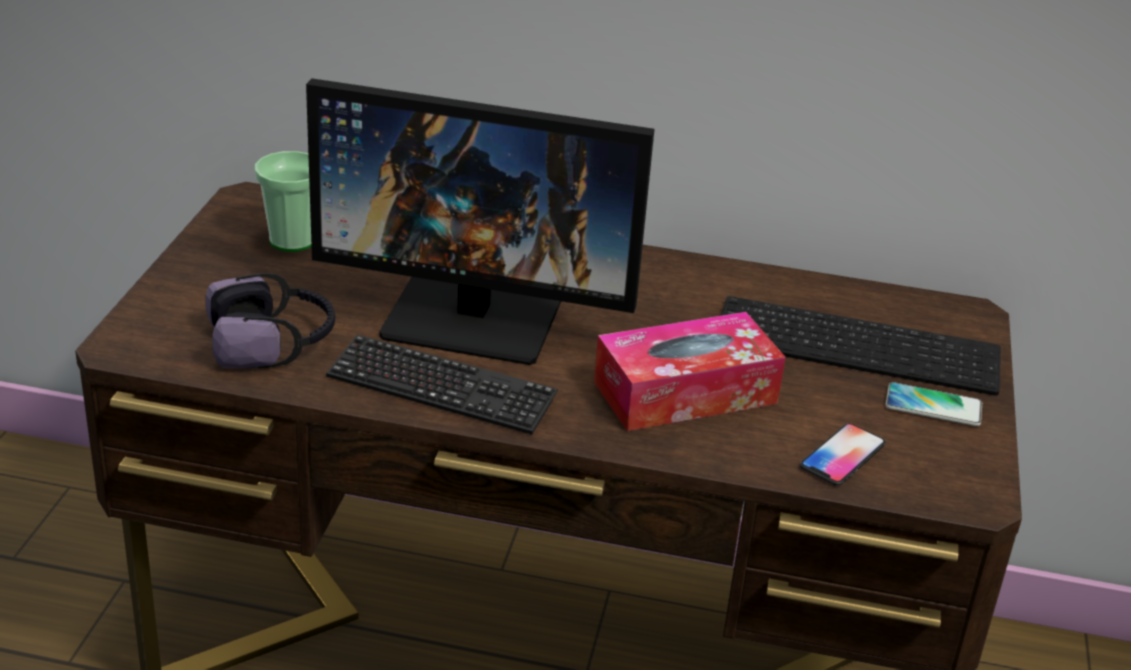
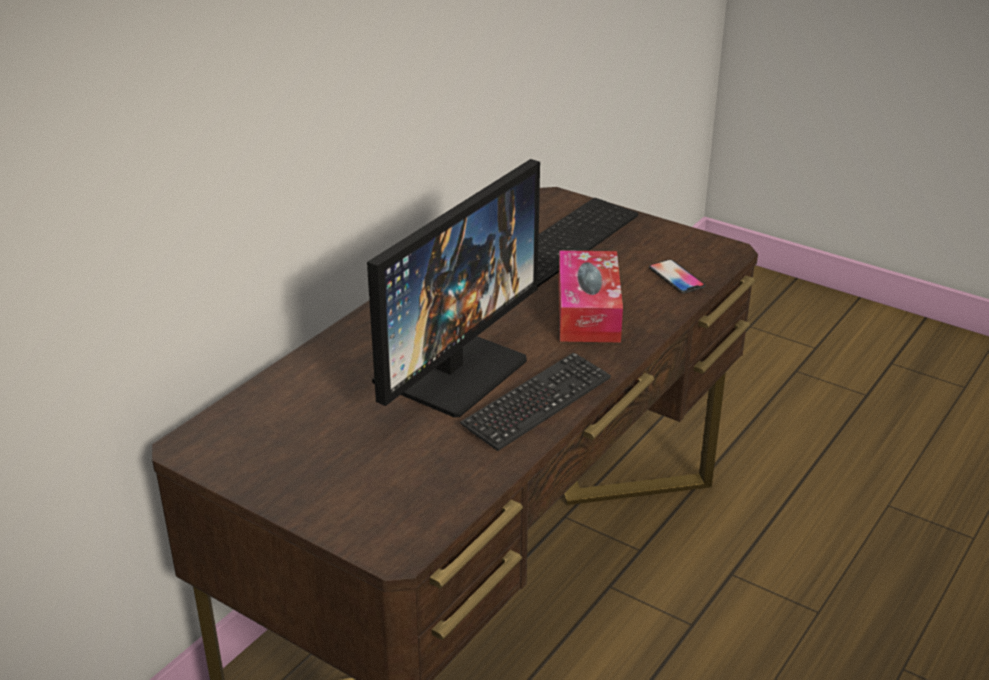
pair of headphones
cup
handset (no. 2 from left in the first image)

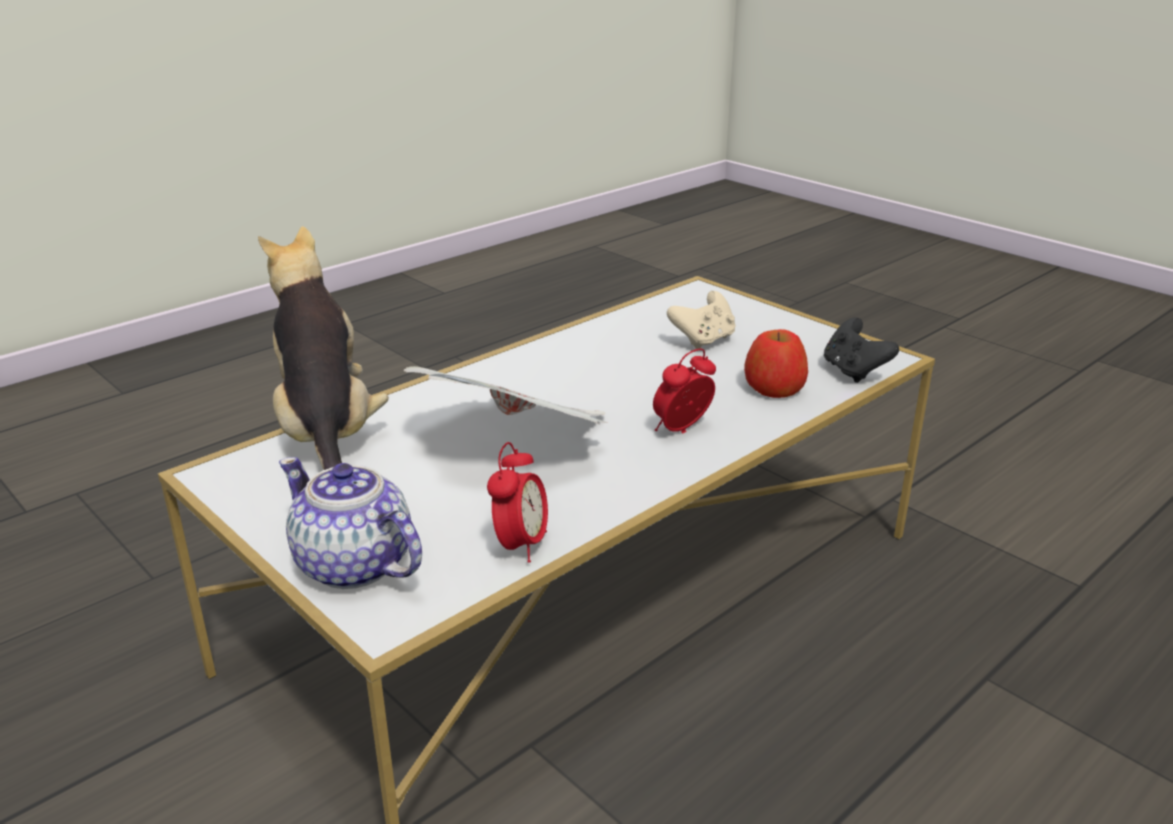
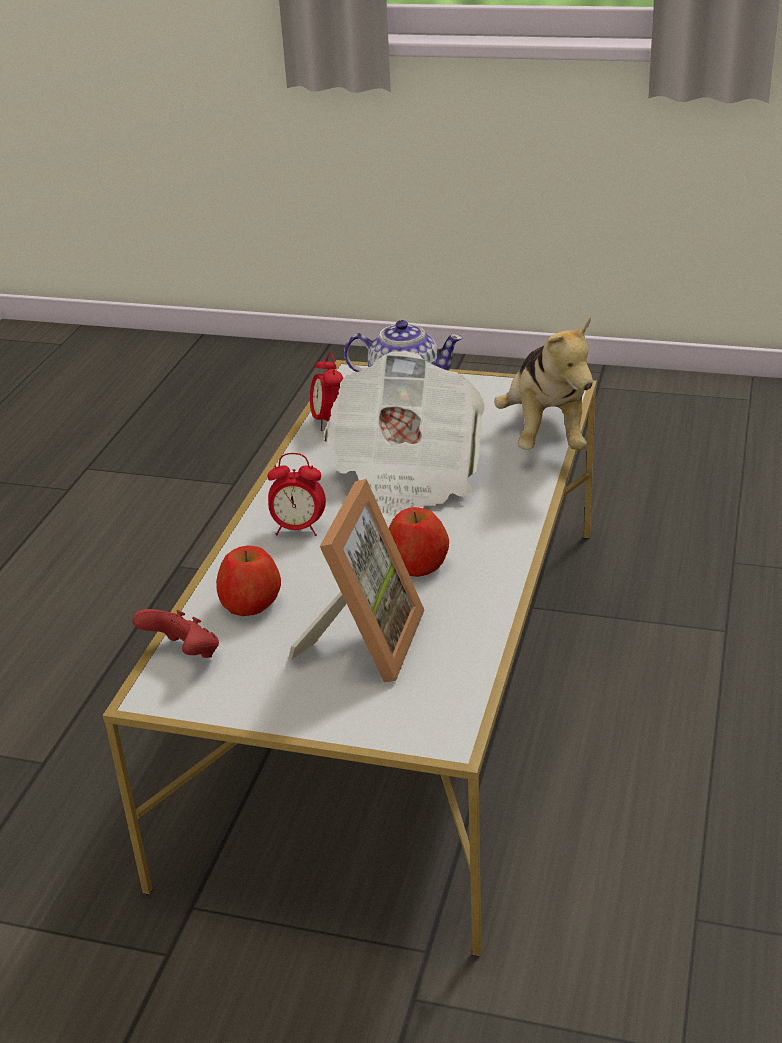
apple (no. 2 from left)
photo frame
red gamepad
soft toy
alarm clock (no. 1 from left)

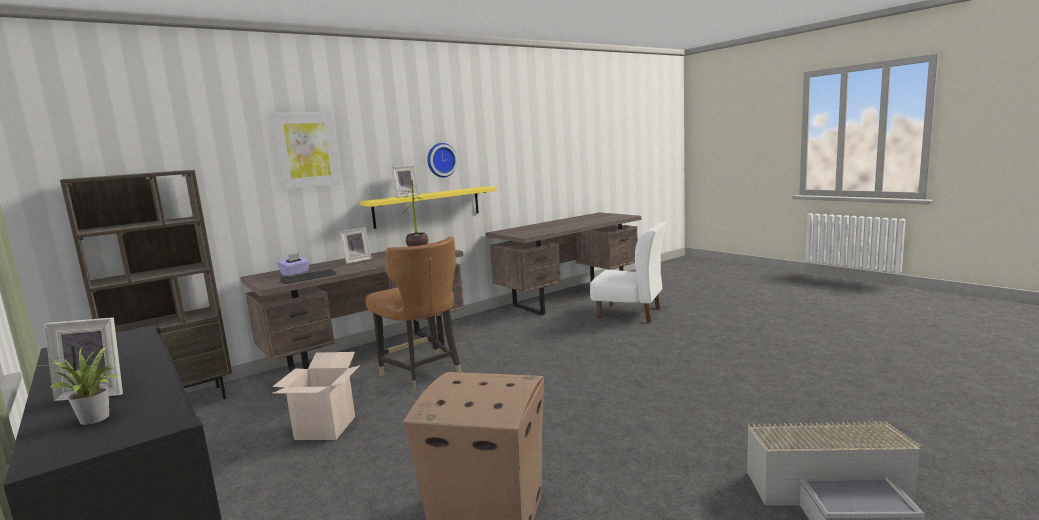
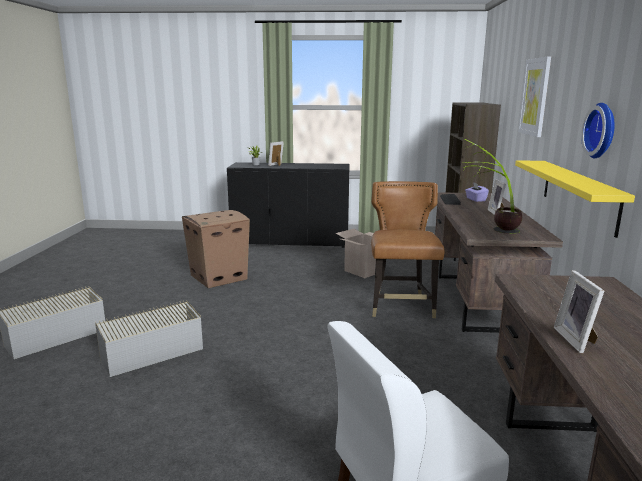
greyish storage container (no. 2 from left)
photo frame (no. 3 from left)
brownish chair

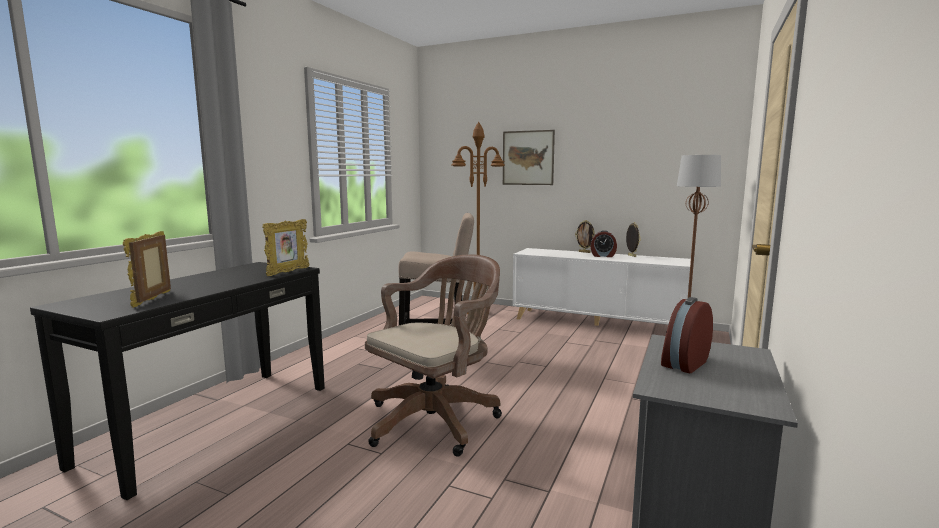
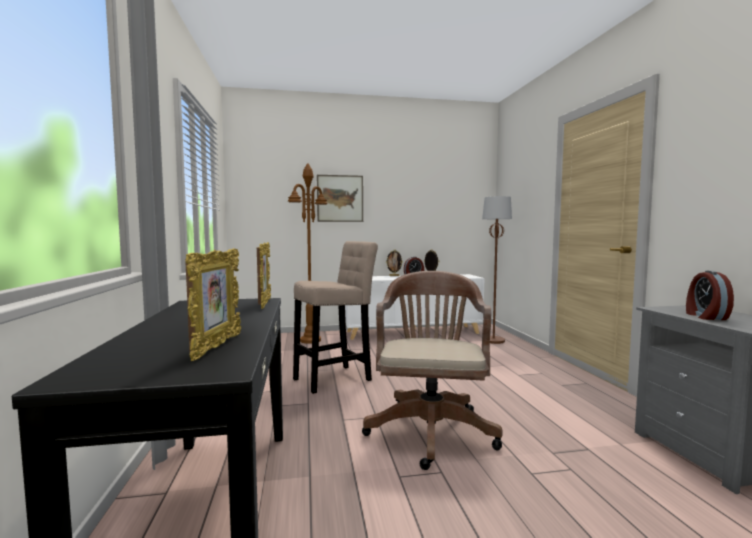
photo frame (no. 1 from left)

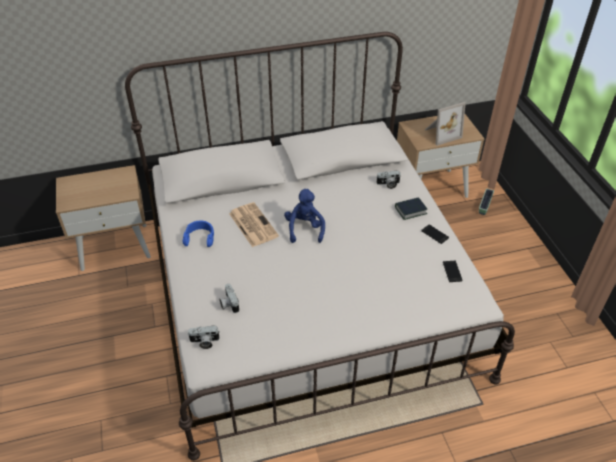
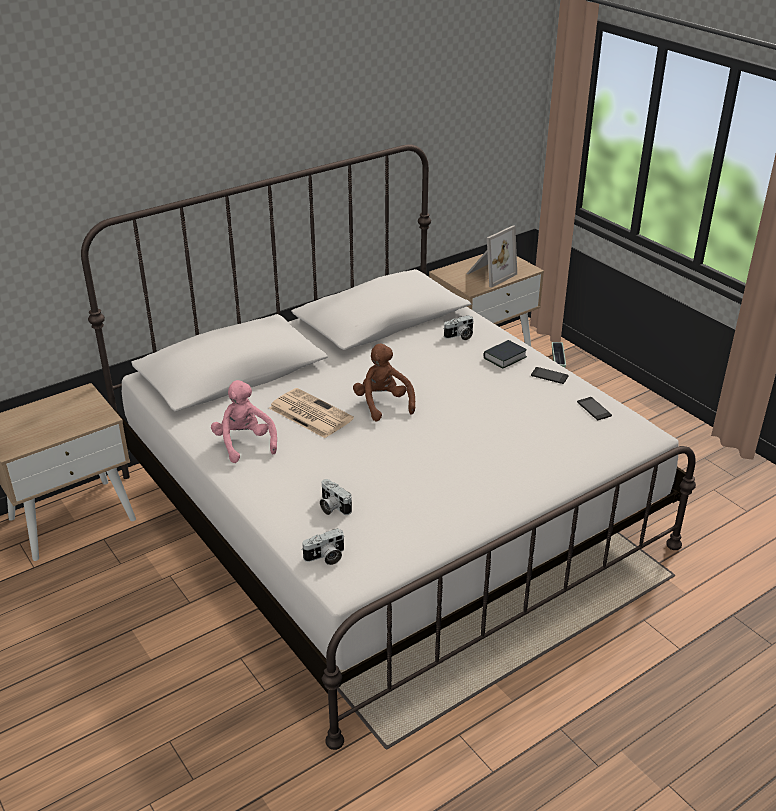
pink soft toy
brownish soft toy

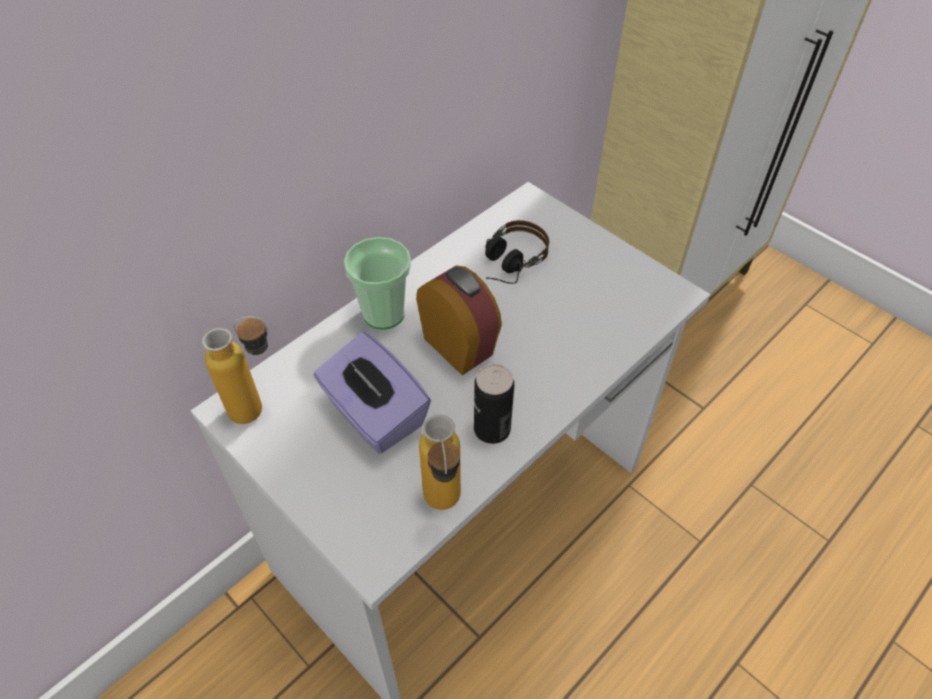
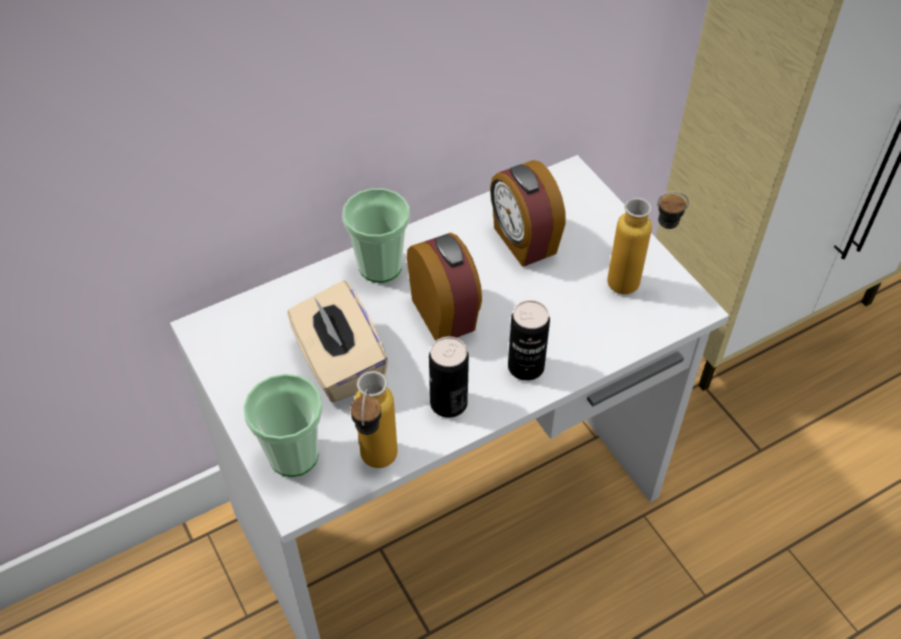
cup (no. 1 from left)
sealed can (no. 2 from left)
beverage bottle (no. 2 from left)
alarm clock (no. 2 from left)
sand-coloured box of tissues

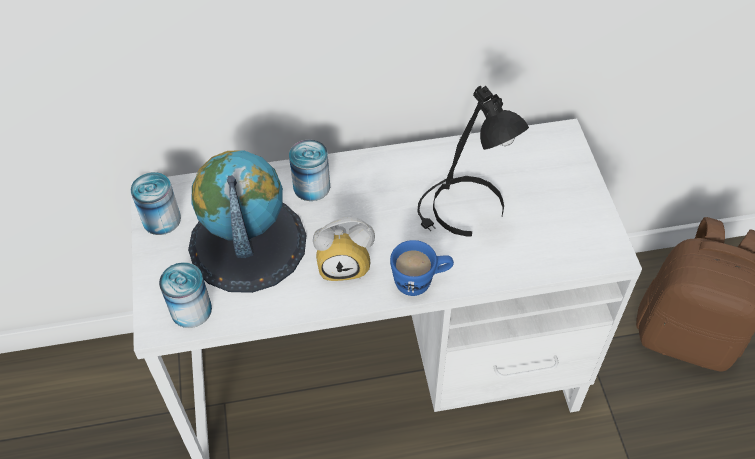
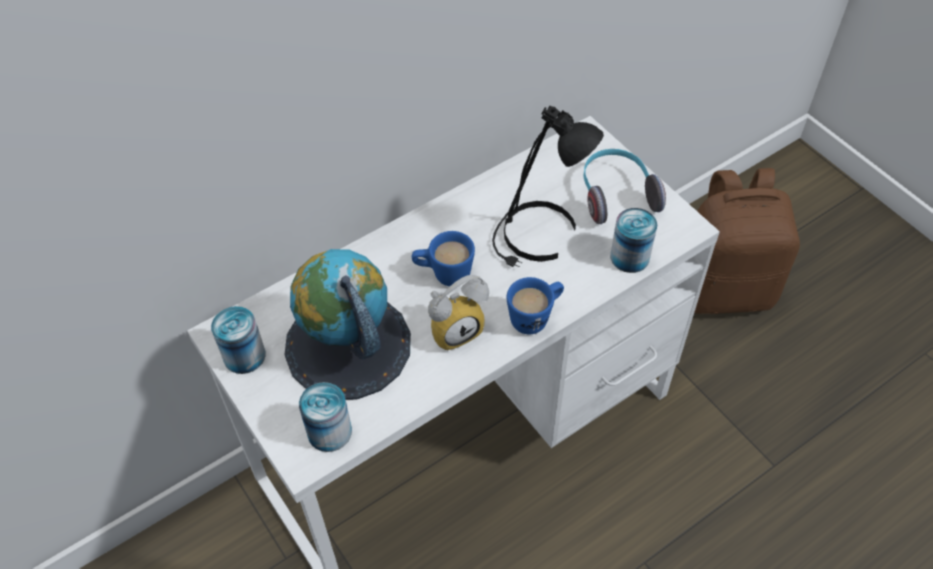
bluish coffee mug (no. 1 from left)
pair of headphones
sealed can (no. 3 from left)

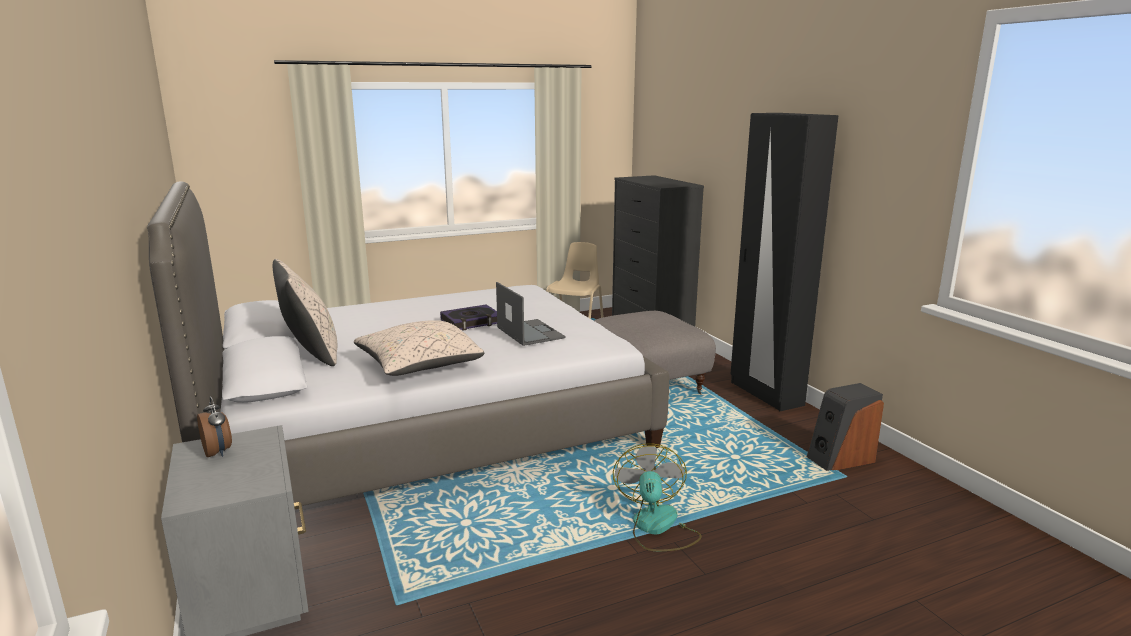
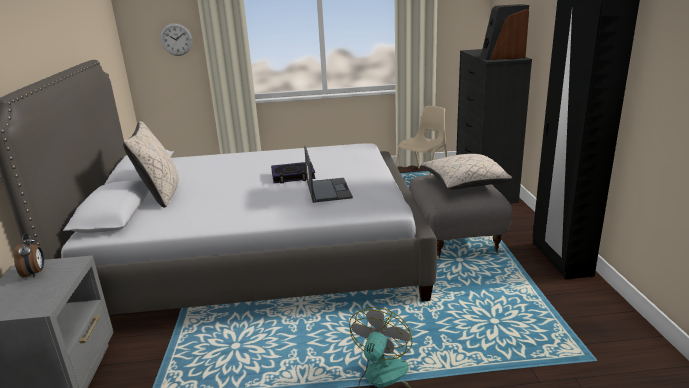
clock on the wall
sand-coloured pillow (no. 2 from left)
loudspeaker

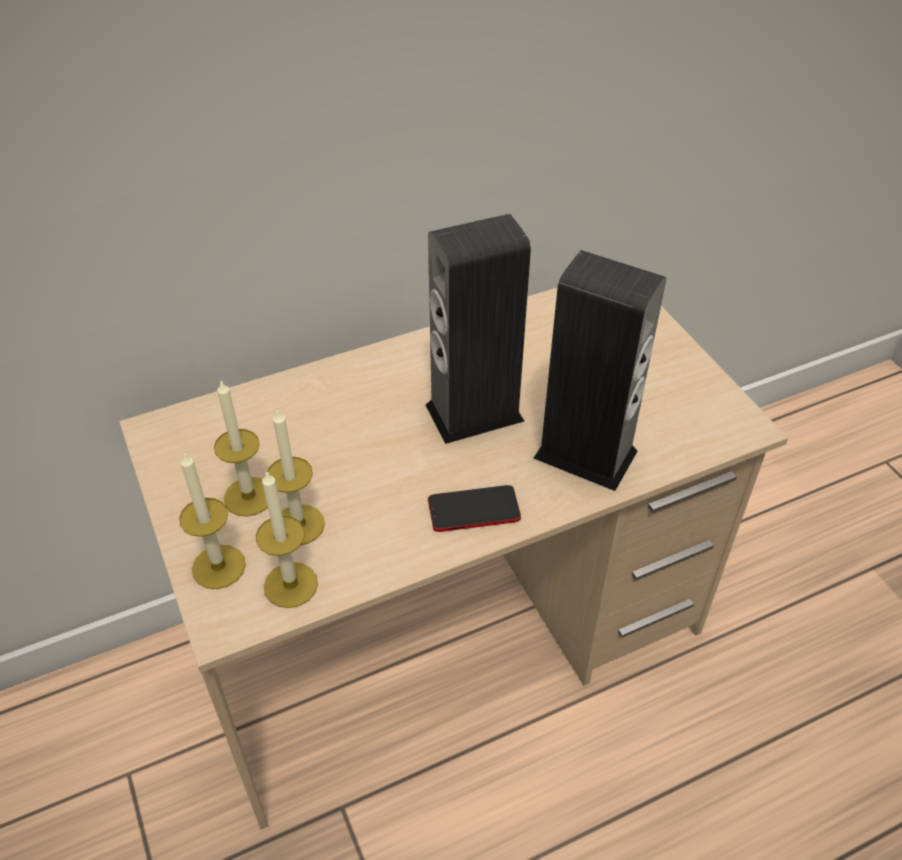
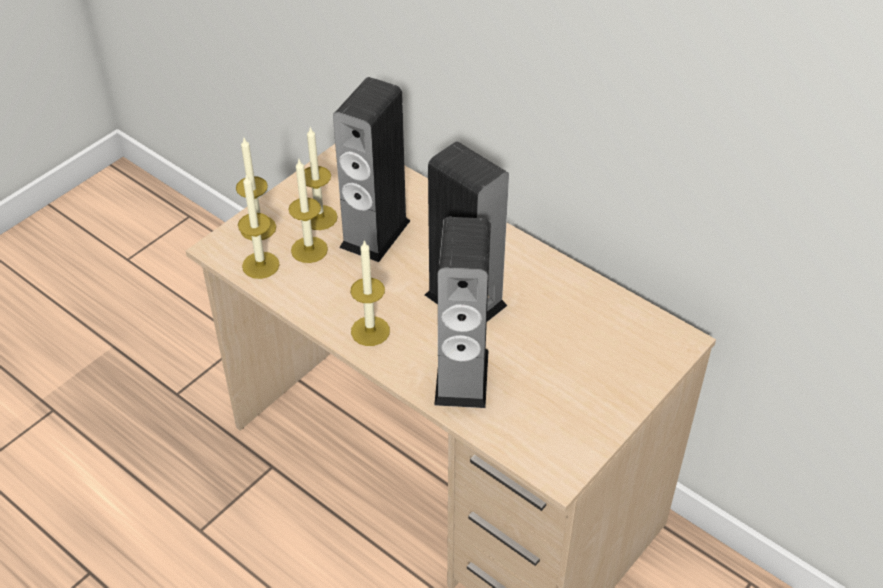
loudspeaker (no. 1 from left)
candle (no. 5 from left)

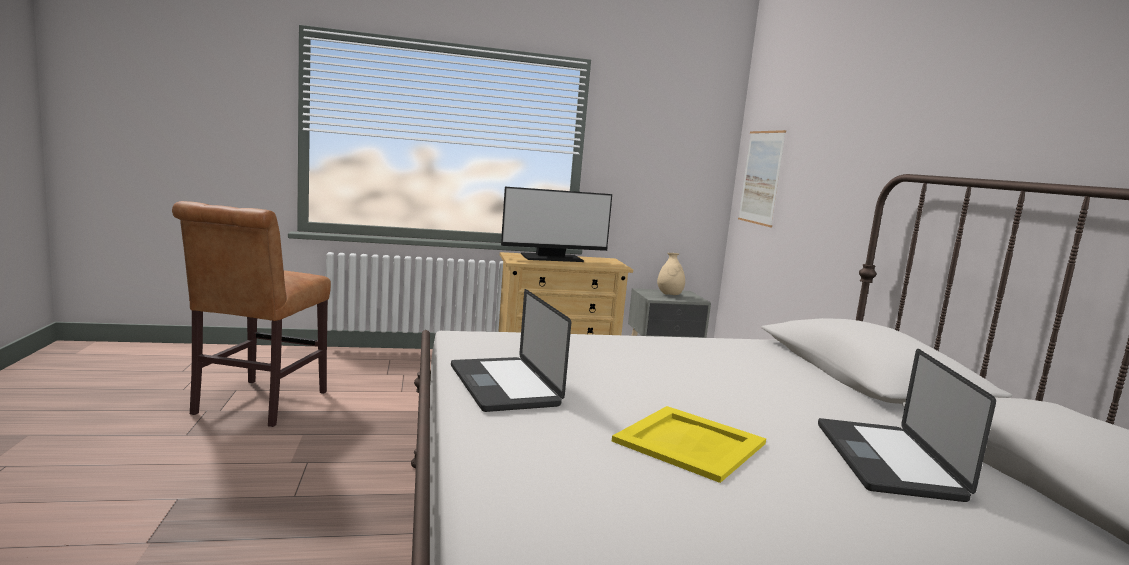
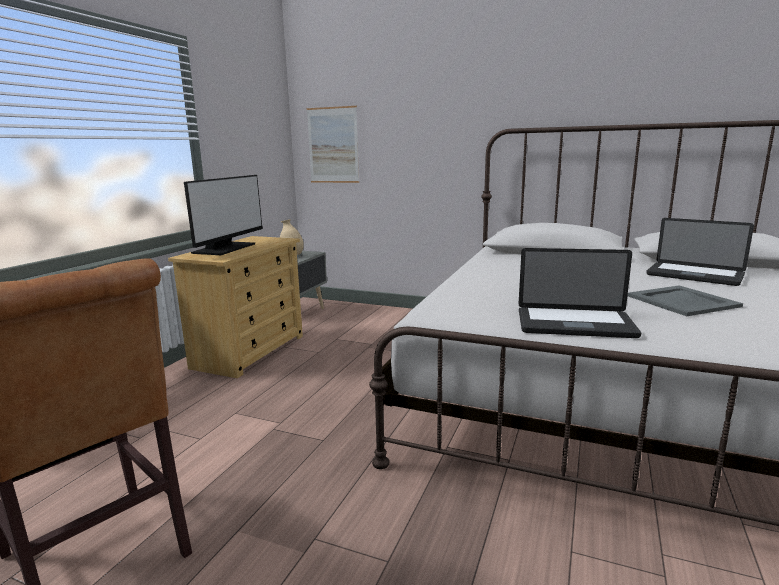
greyish carrying tray

